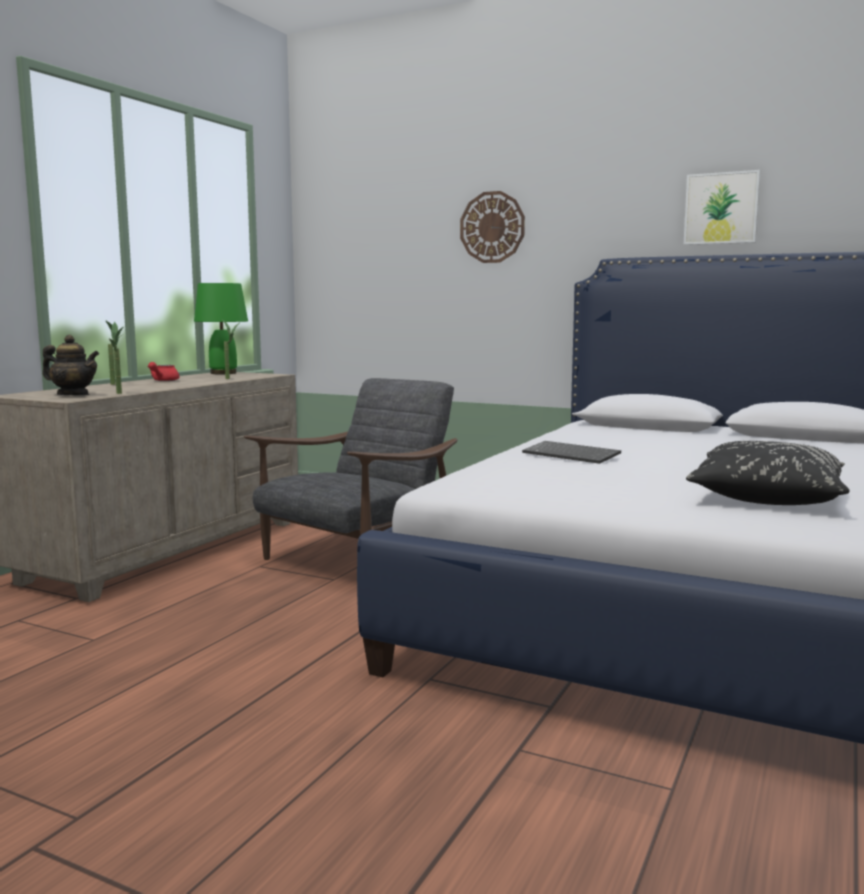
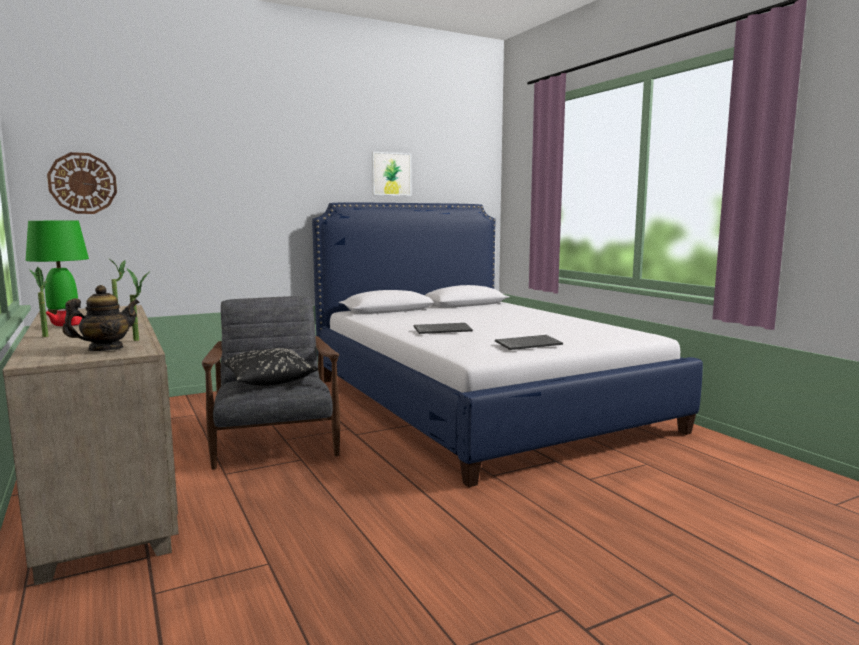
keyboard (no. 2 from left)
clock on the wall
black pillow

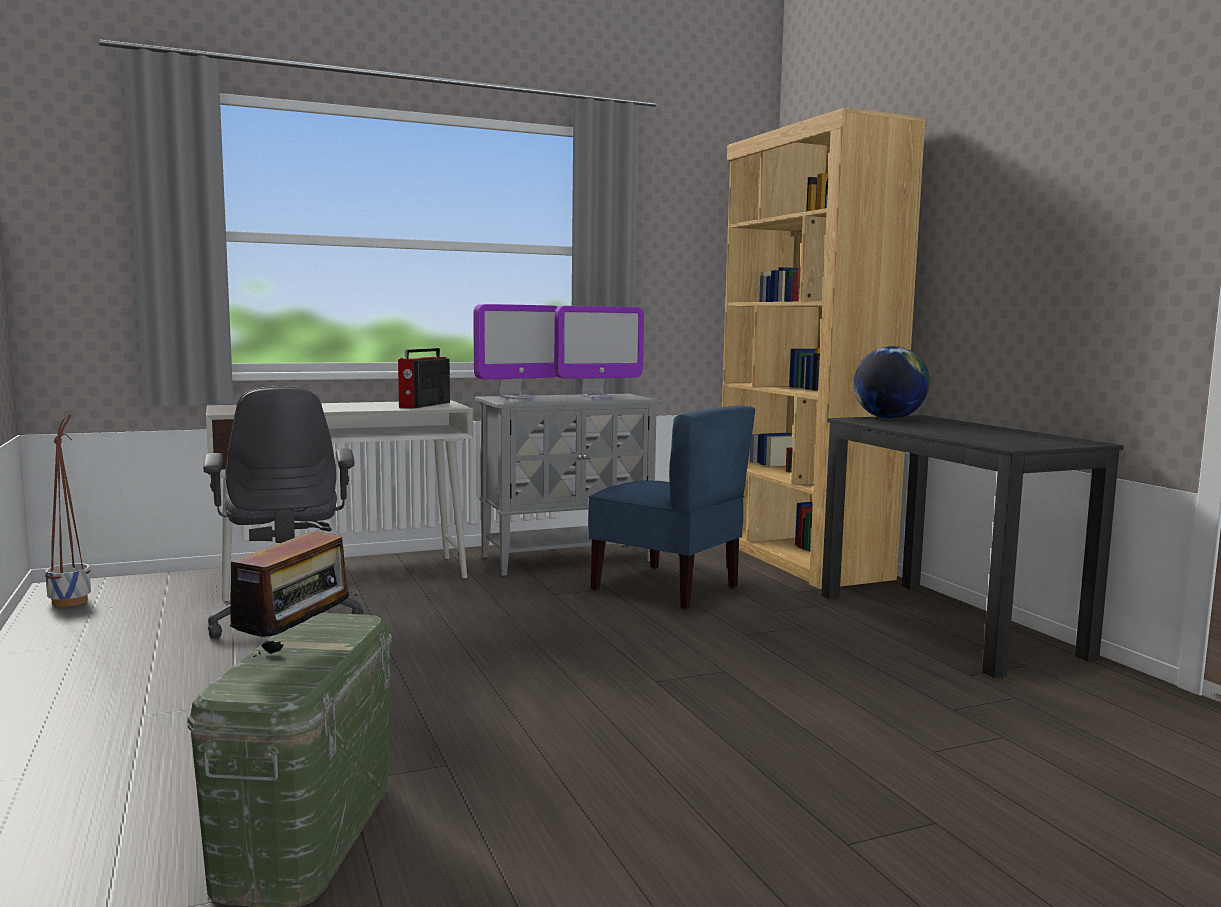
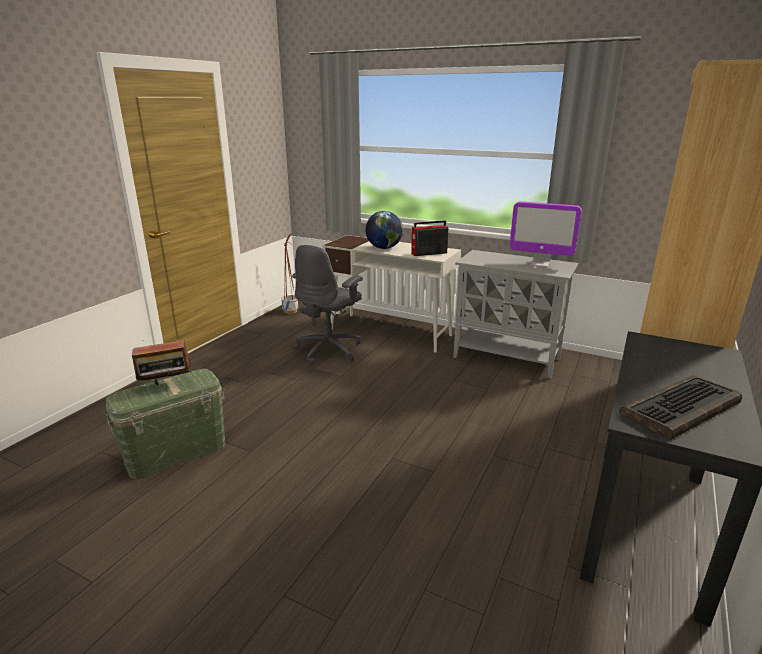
computer screen (no. 1 from left in the first image)
bluish chair
keyboard
world globe

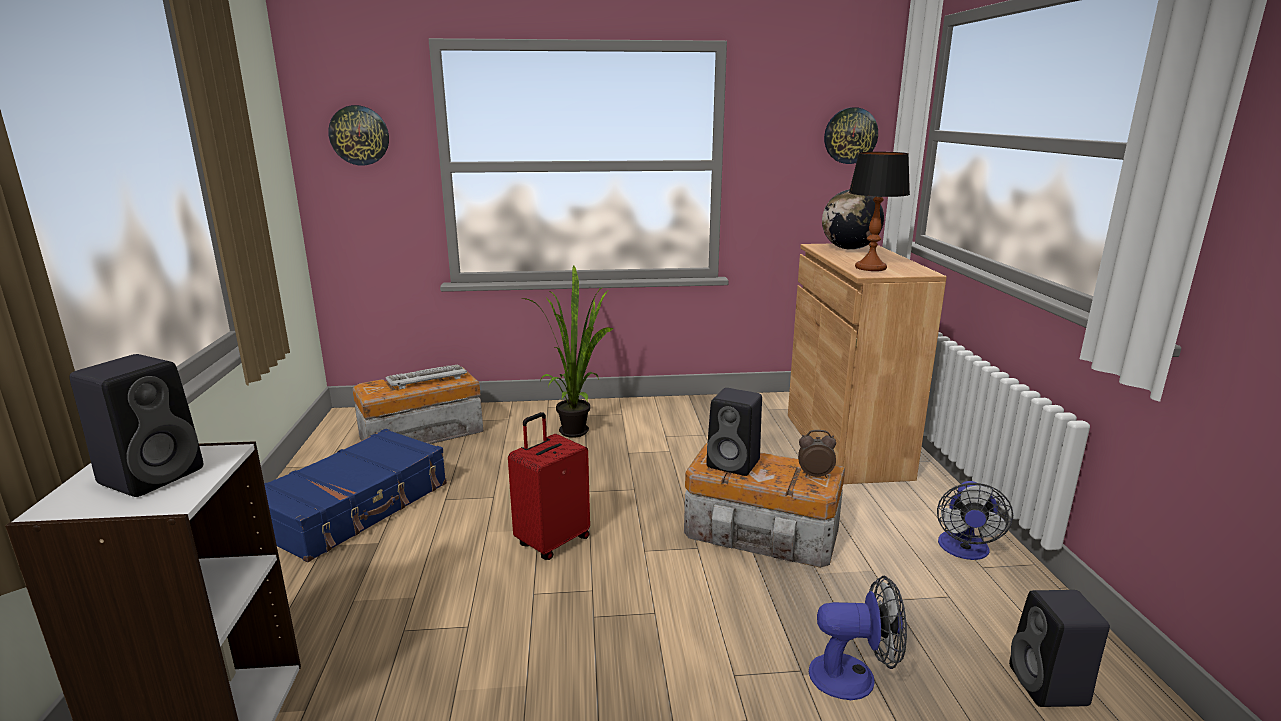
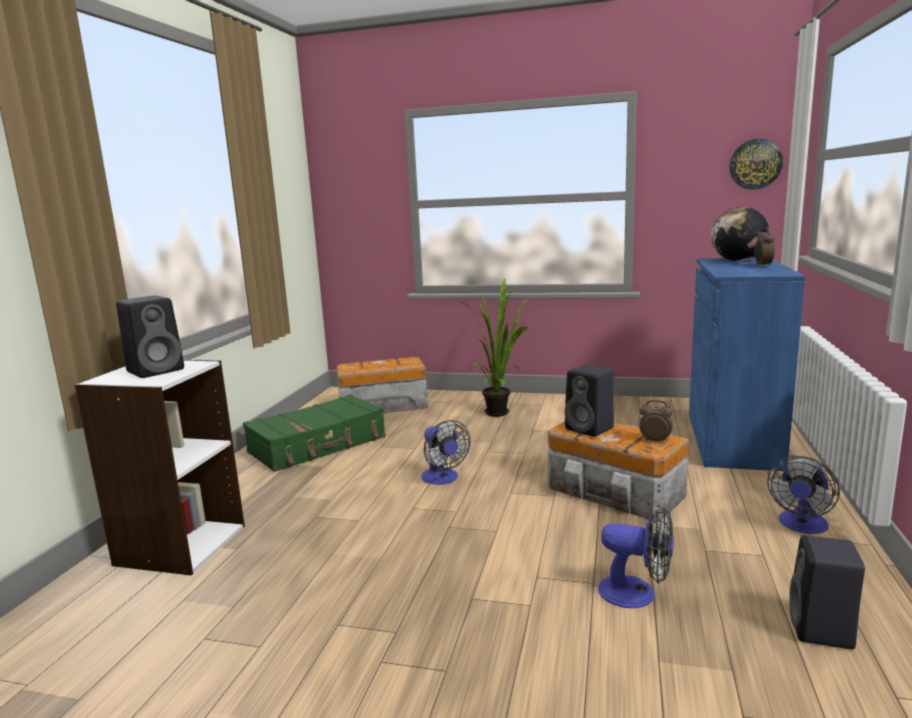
clock on the wall (no. 1 from left in the first image)
keyboard
lamp for a table
alarm clock (no. 2 from left)
electric fan (no. 1 from left)
green suitcase
bluish cupboard

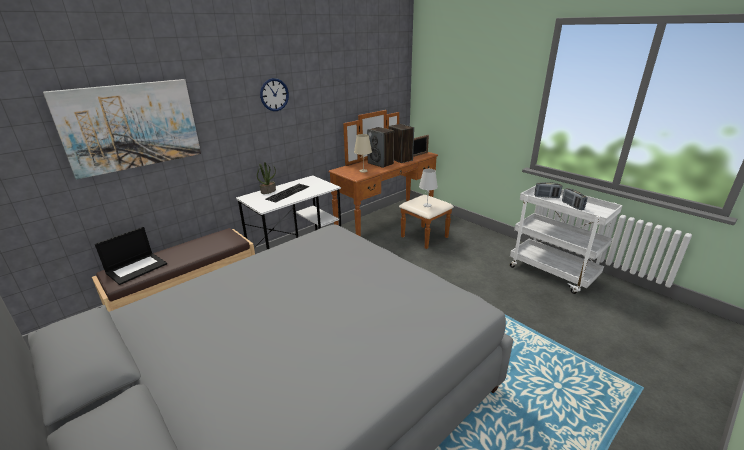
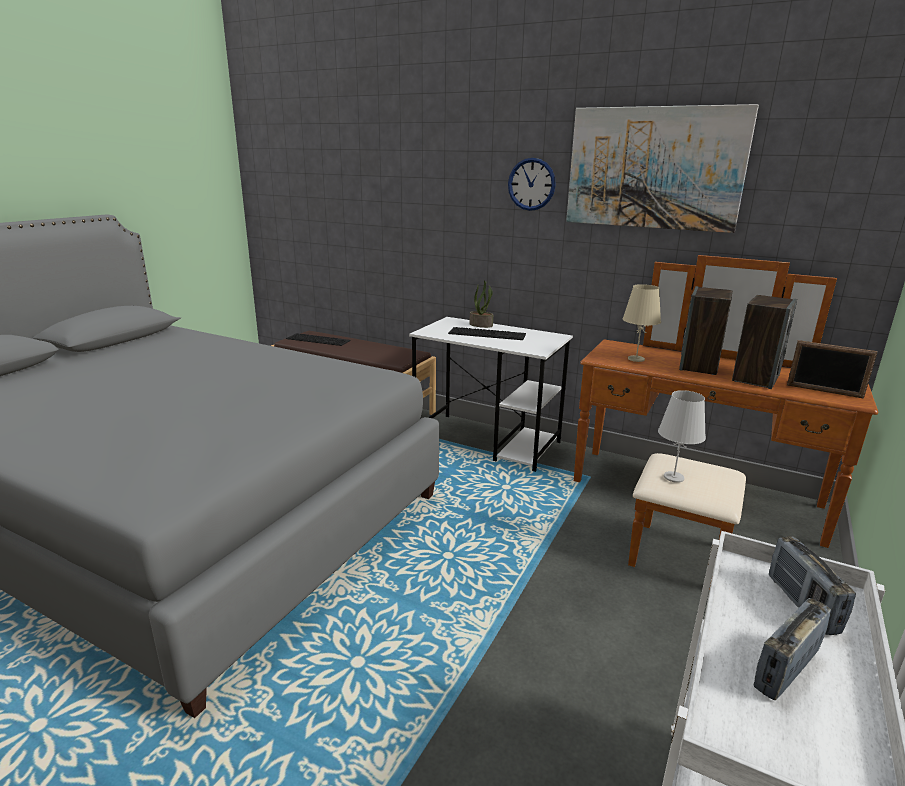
wall art
keyboard (no. 1 from left)

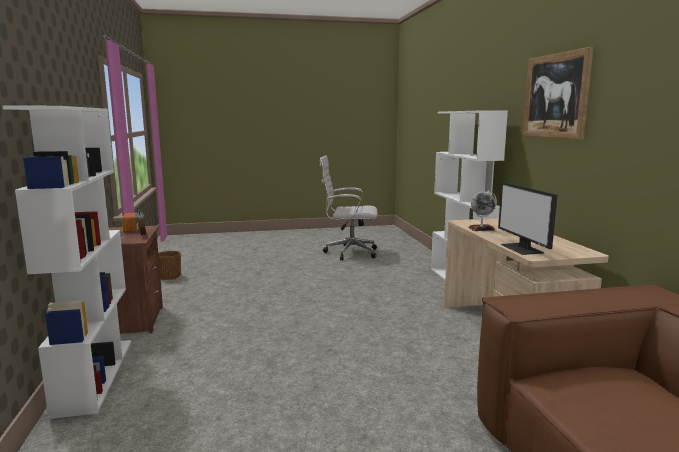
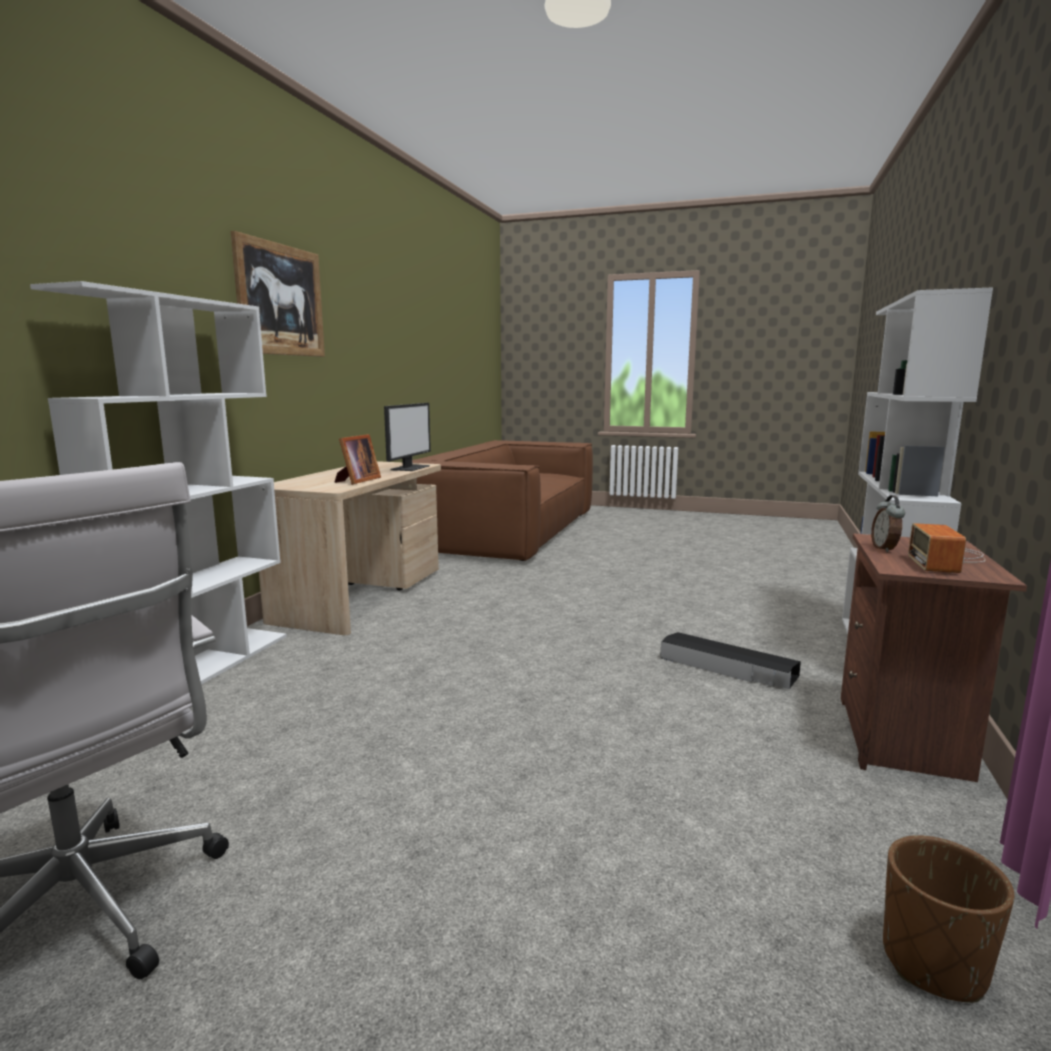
black storage container
photo frame

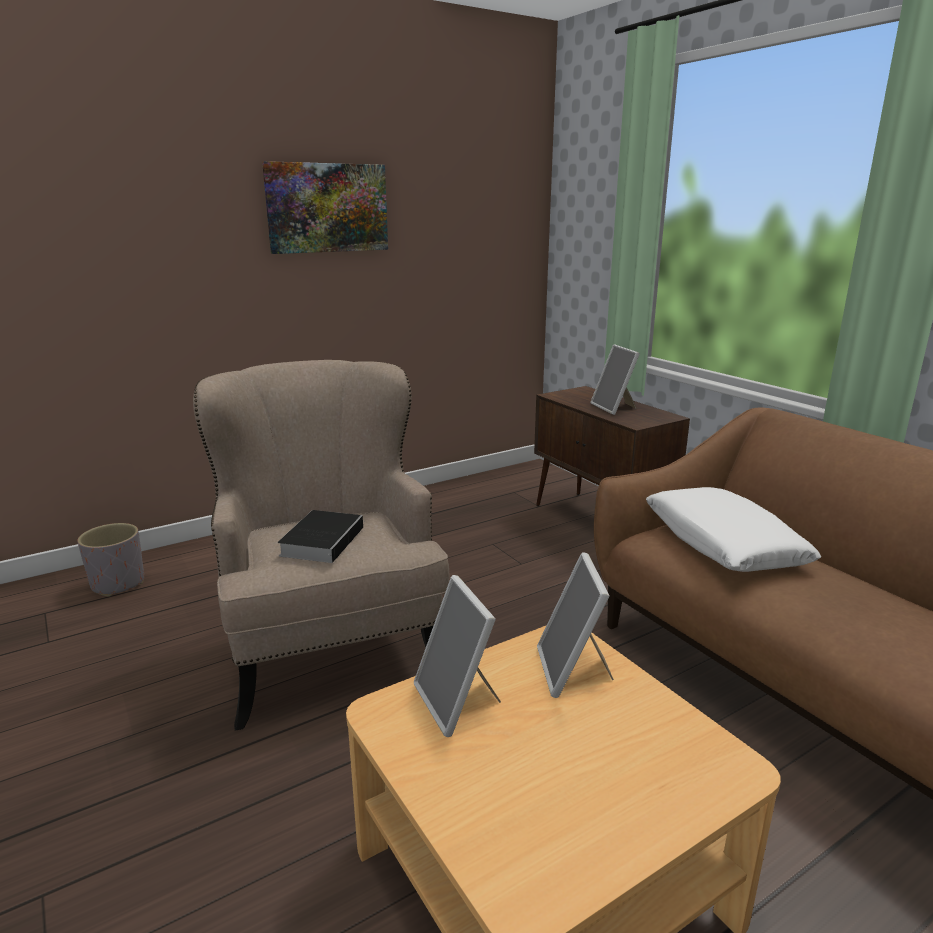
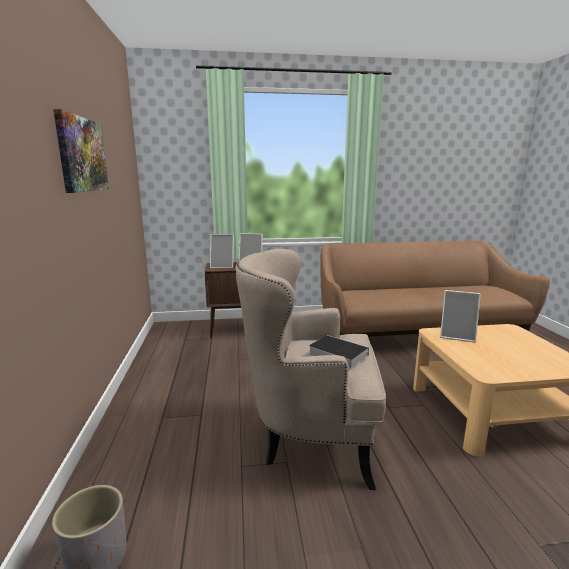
whitish pillow
photo frame (no. 1 from left)

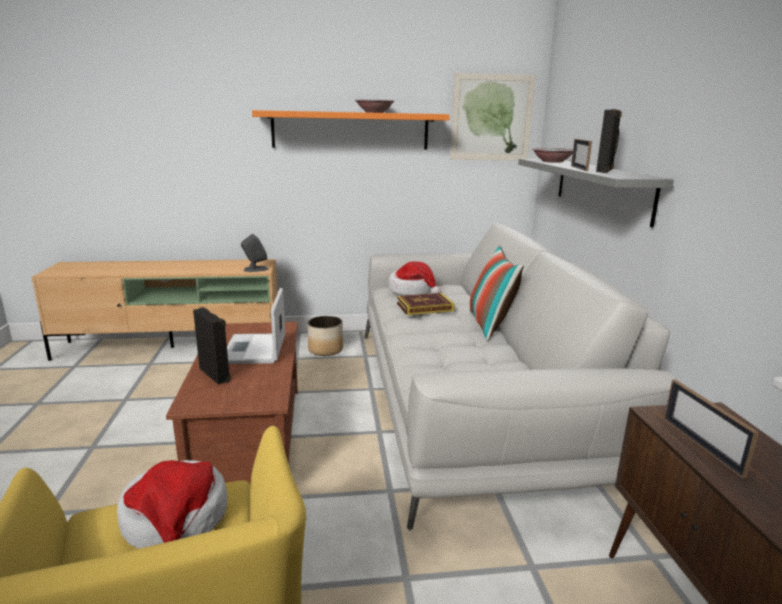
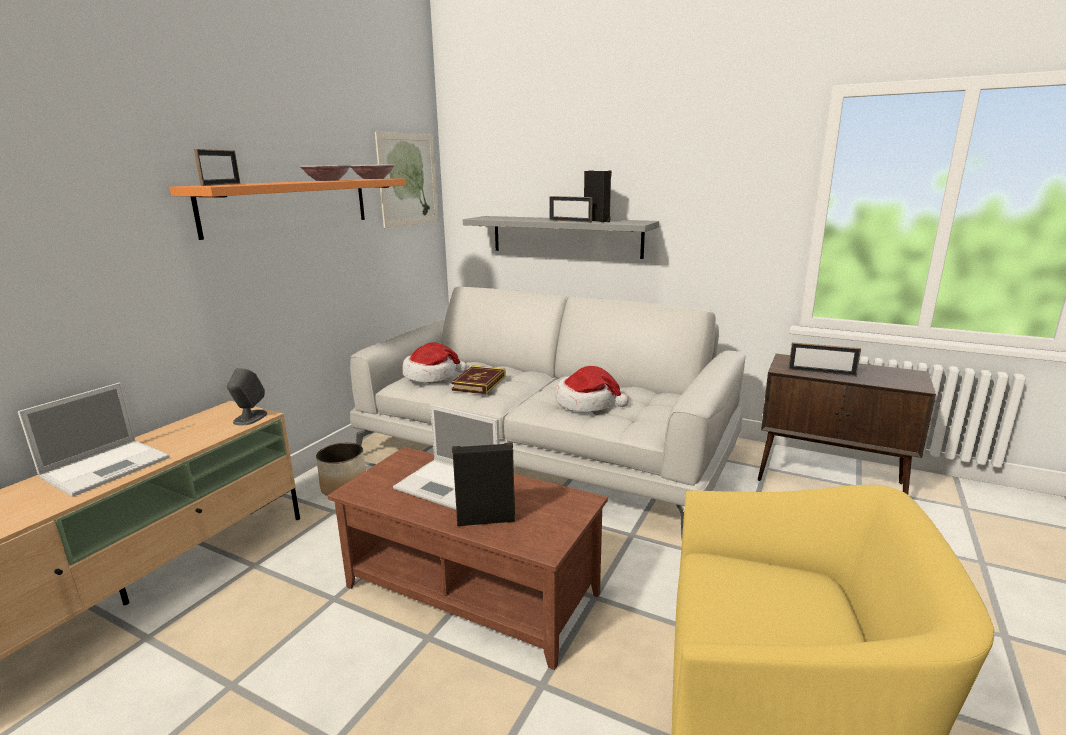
pillow
laptop (no. 1 from left)
photo frame (no. 1 from left)
wearable hat (no. 2 from left)
serving bowl (no. 2 from left)

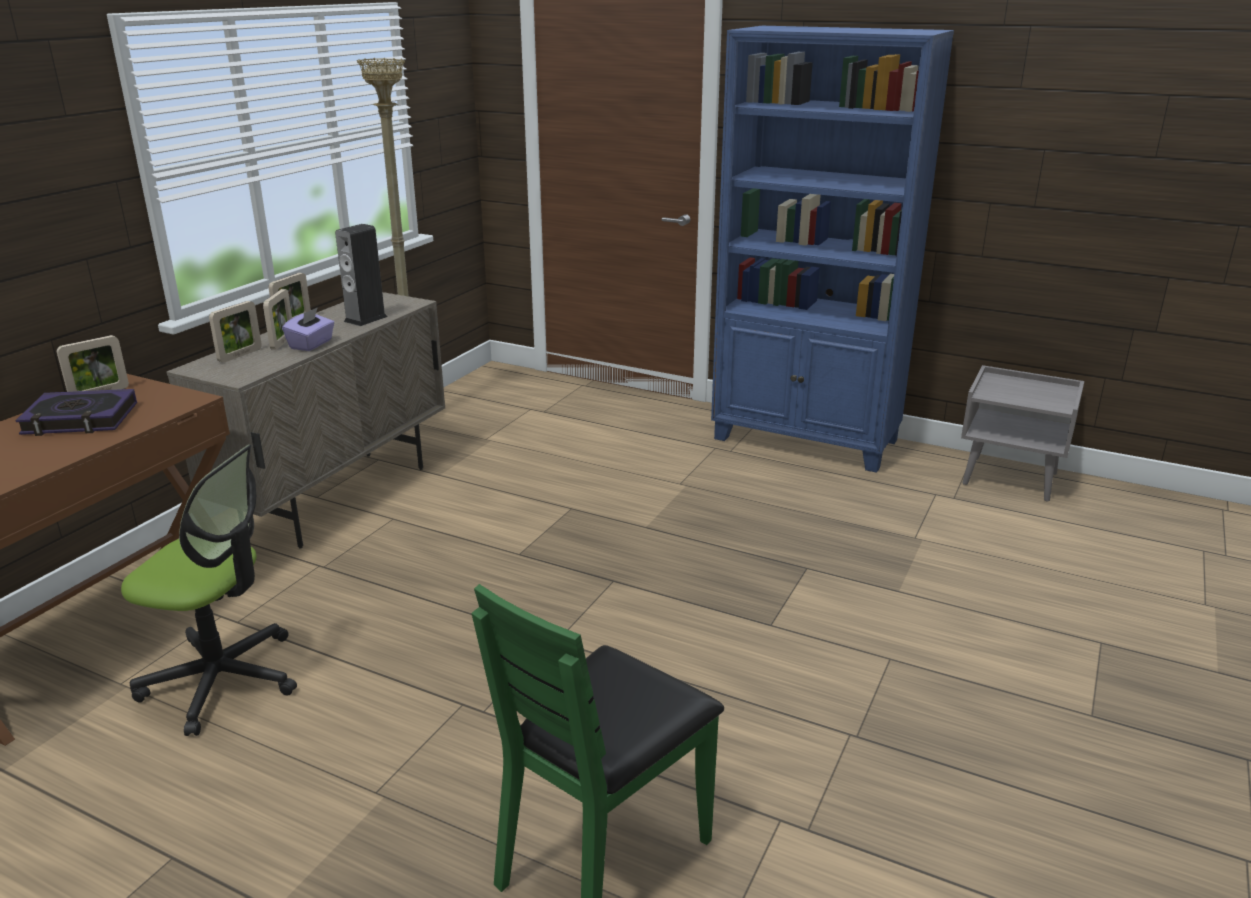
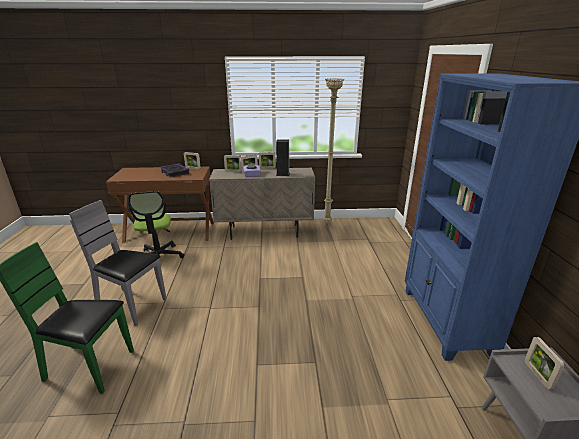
greyish chair
photo frame (no. 5 from left)

